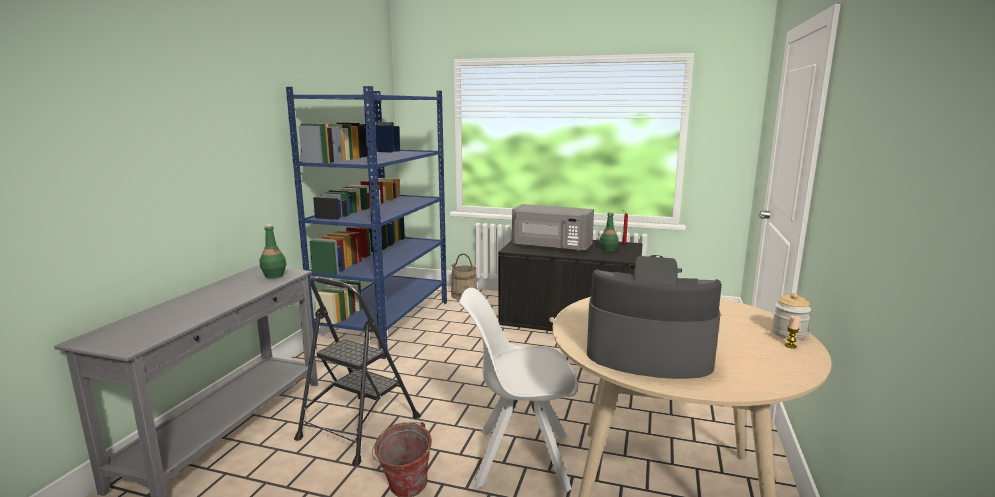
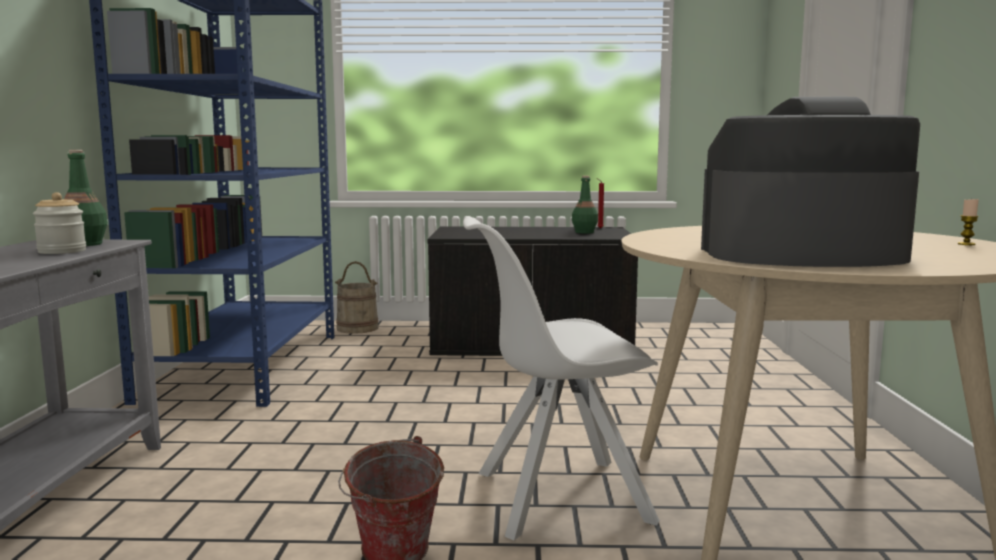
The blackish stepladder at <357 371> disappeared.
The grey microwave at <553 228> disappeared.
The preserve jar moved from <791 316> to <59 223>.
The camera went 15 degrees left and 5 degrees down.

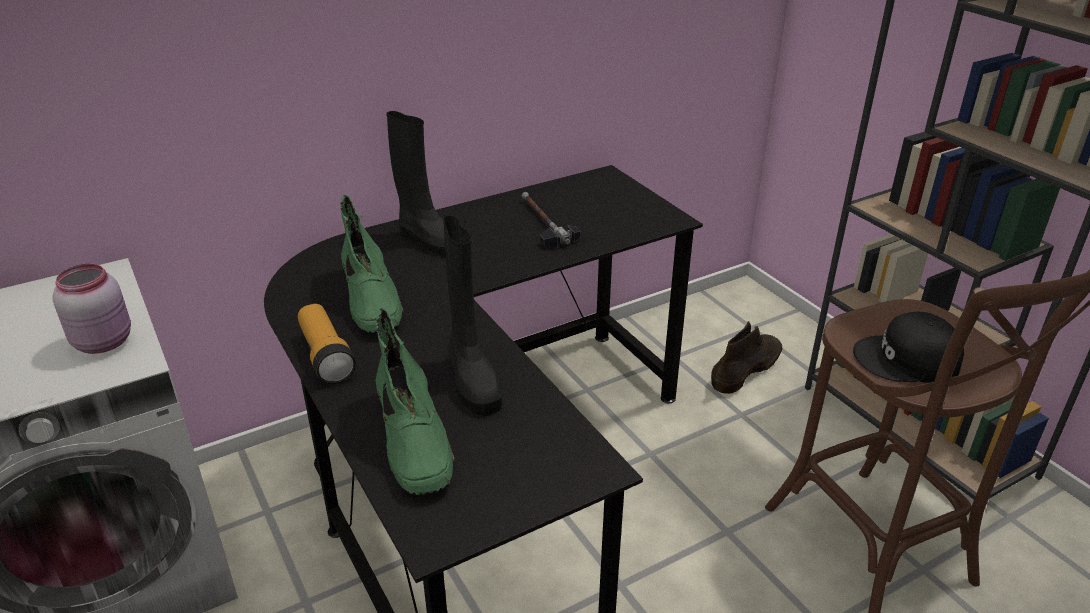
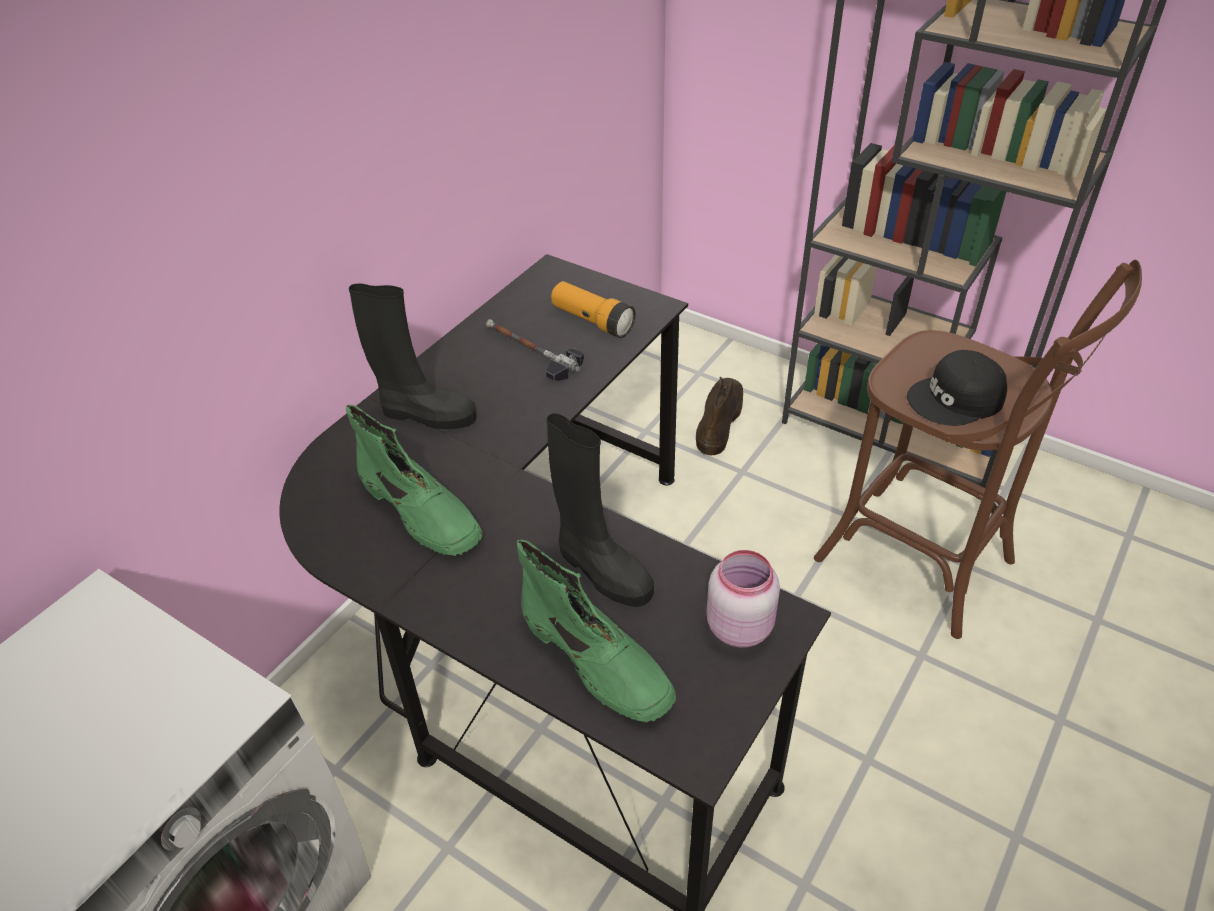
The pink-coloured preserve jar moved from <91 309> to <743 599>.
The flashlight moved from <327 344> to <593 309>.
The camera went 25 degrees left and 10 degrees up.

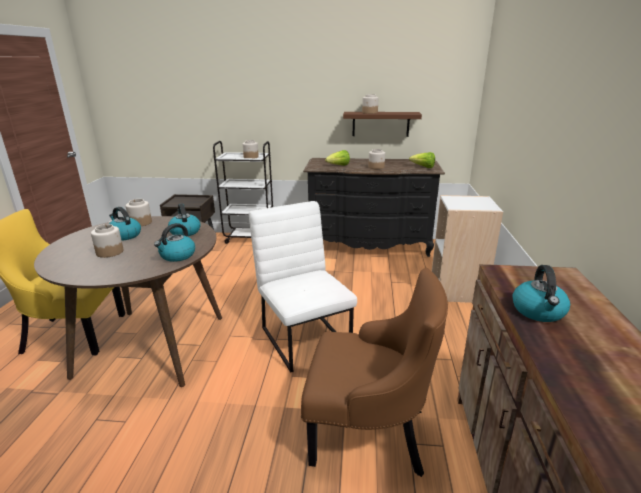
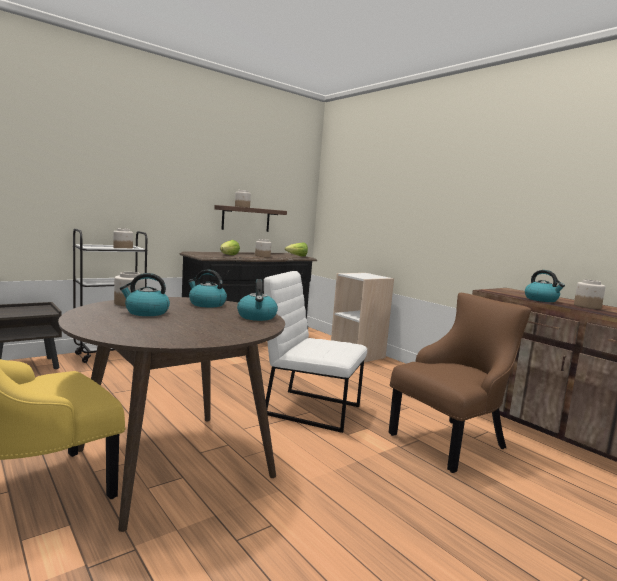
The preserve jar moved from <107 241> to <590 294>.
The camera went 45 degrees left and 15 degrees down.

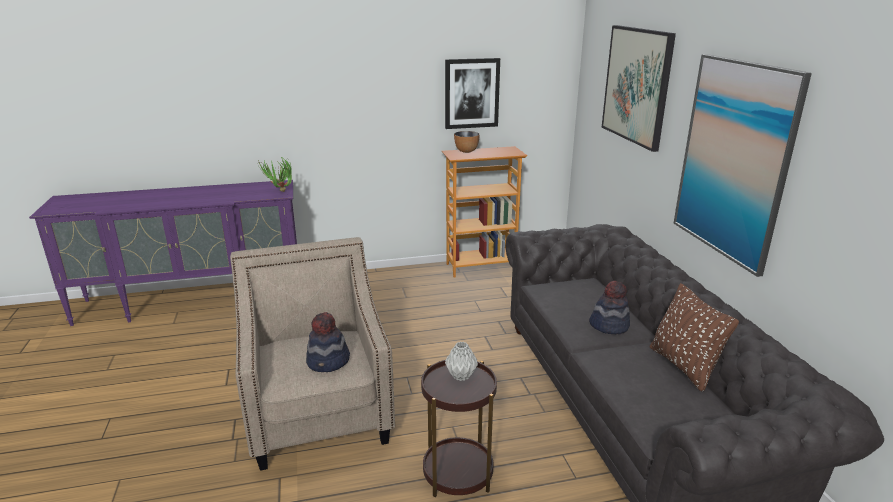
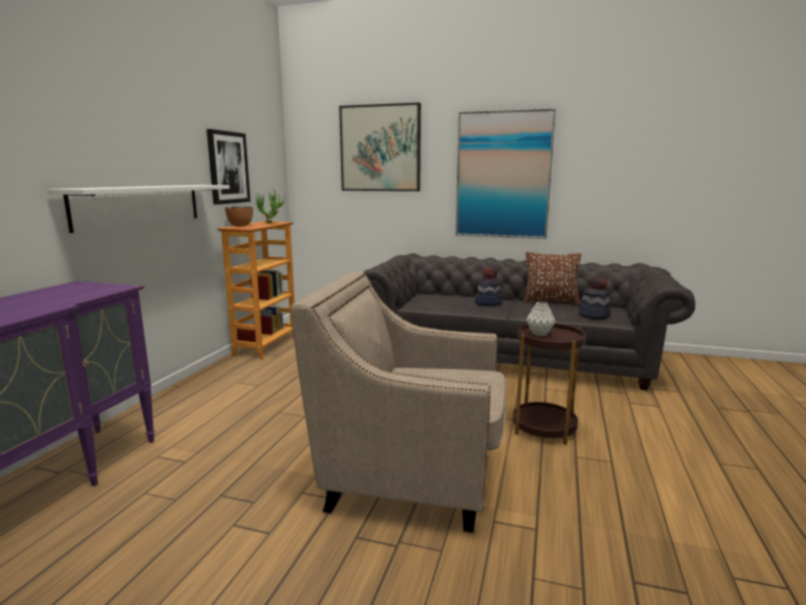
The potted plant moved from <275 175> to <270 205>.
The hat moved from <328 342> to <595 297>.
The white-coloured wall shelf at <138 209> appeared.
The camera went 60 degrees left and 10 degrees down.

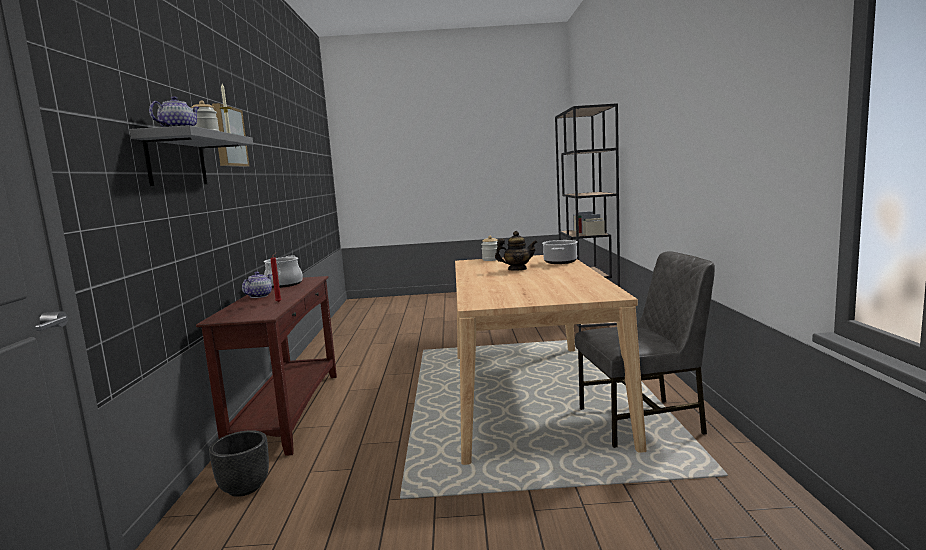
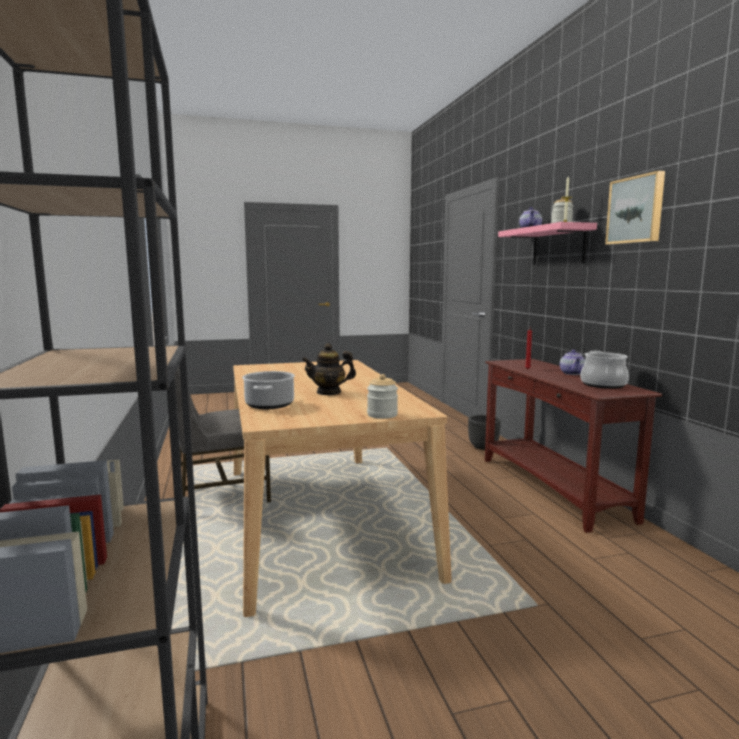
The grey wall shelf at <191 155> became the pink-coloured wall shelf at <547 243>.
The camera went 165 degrees right and 0 degrees up.

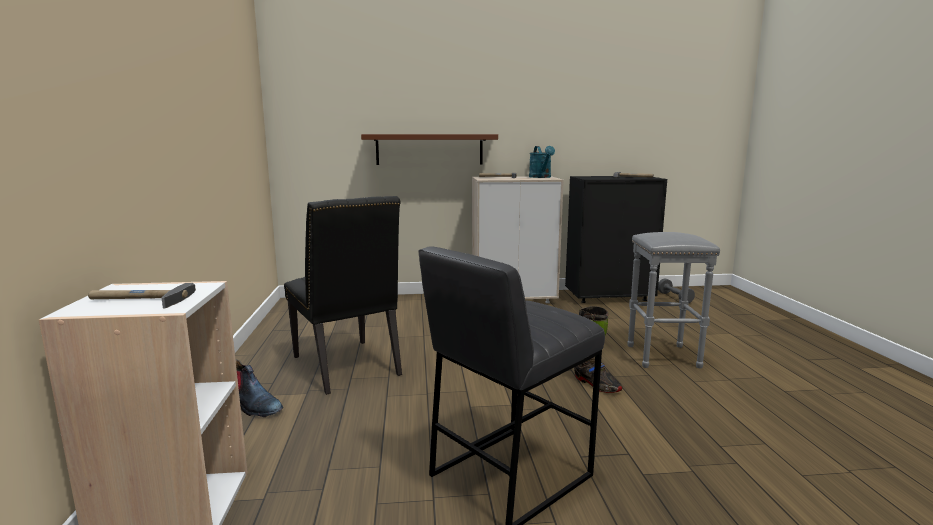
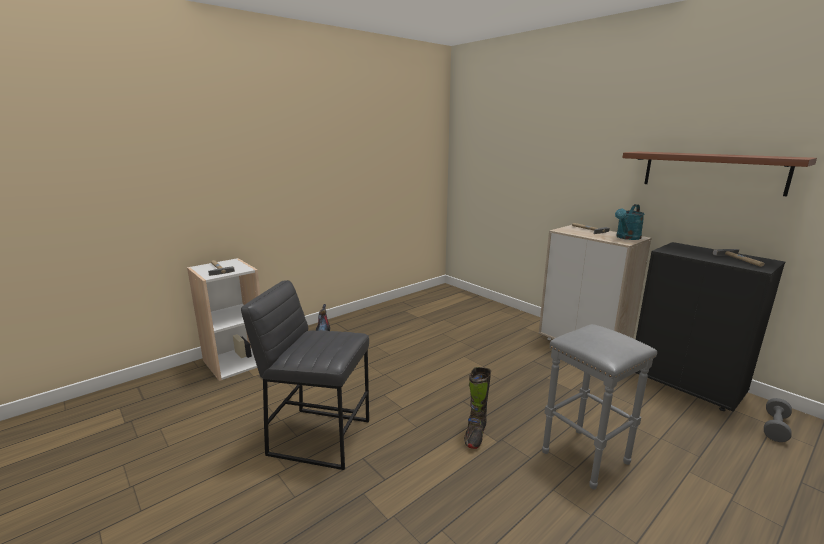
The blackish upright chair at <343 295> disappeared.
The brown-coloured wall shelf moved from <429 149> to <719 173>.
The camera went 55 degrees right and 5 degrees up.

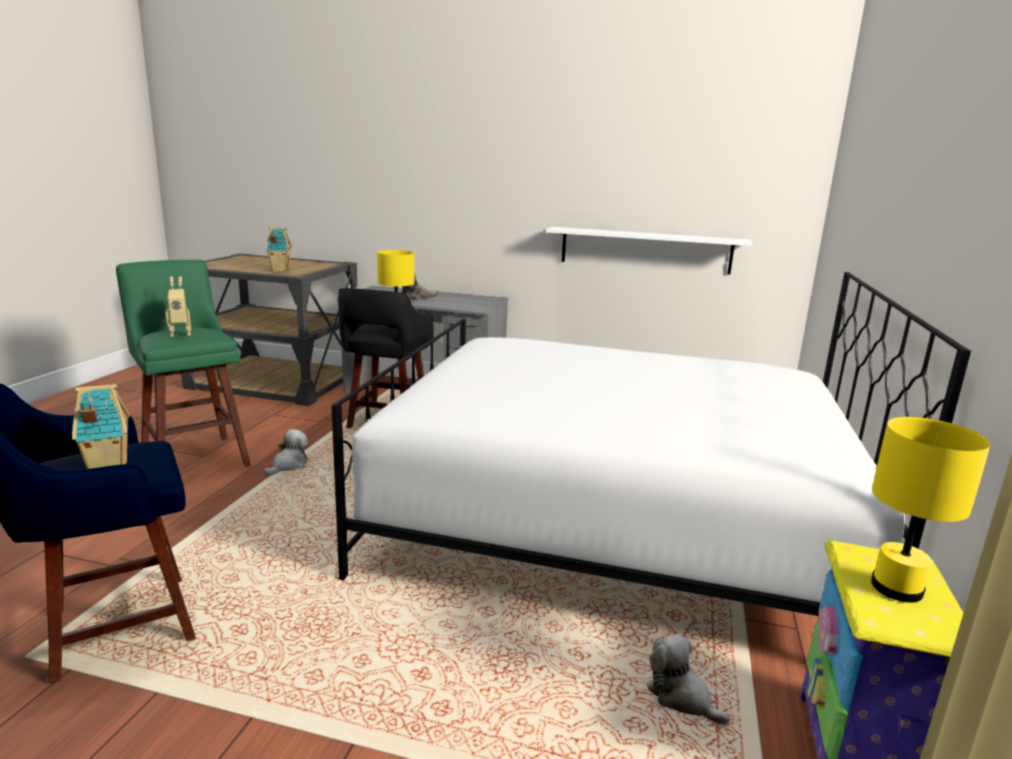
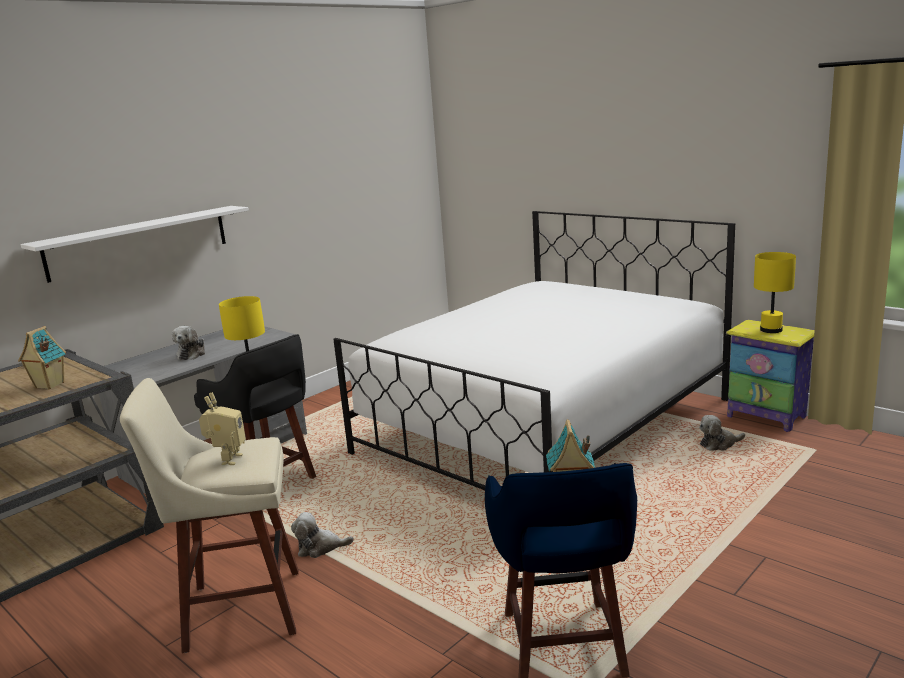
The greenish sitting stool at <183 363> became the beige-coloured sitting stool at <209 515>.
The soft toy at <286 452> turned 60 degrees counterclockwise.
The white-coloured wall shelf moved from <649 250> to <135 244>.
The camera went 60 degrees left and 0 degrees up.

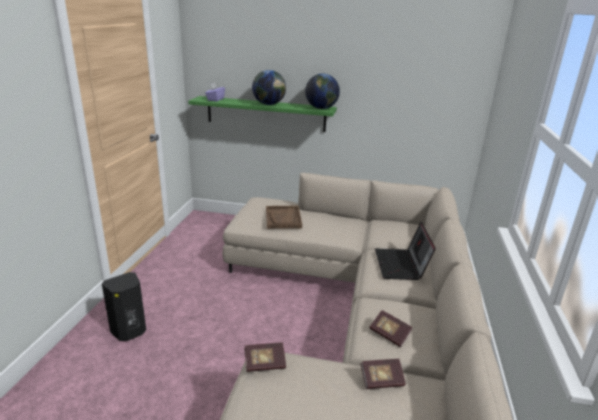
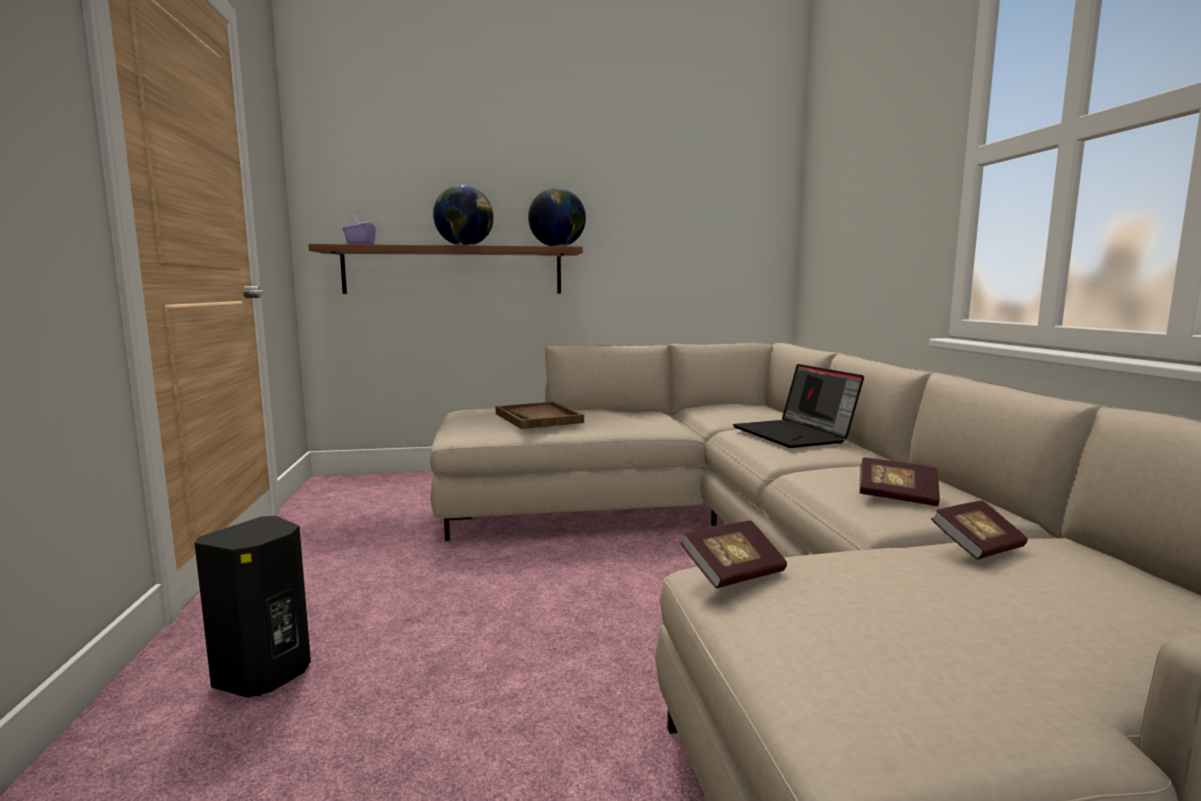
The greenish wall shelf at <262 114> became the brown-coloured wall shelf at <445 269>.
The camera went 20 degrees left and 15 degrees down.

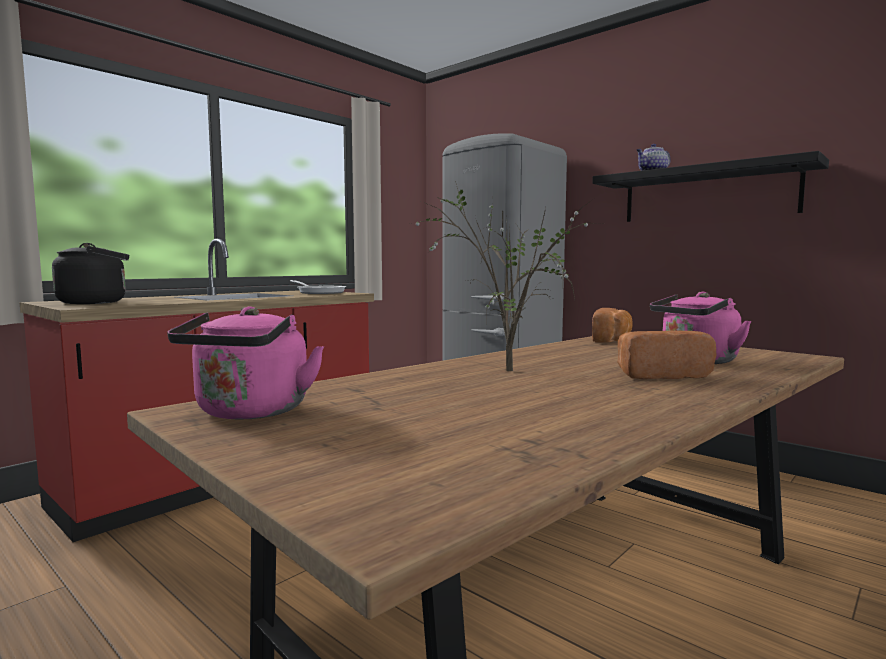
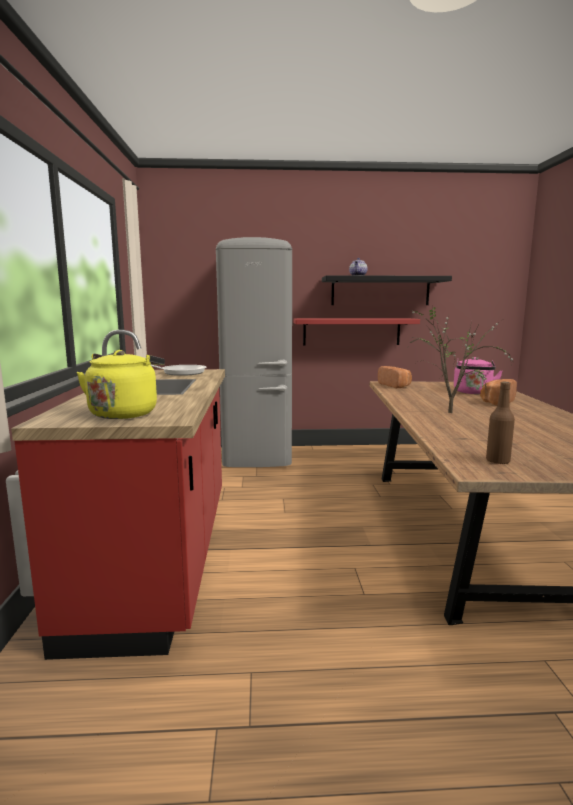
The blackish water kettle at <90 273> became the yellow water kettle at <121 384>.
The pink-coloured water kettle at <245 363> was replaced by the brown-coloured beverage bottle at <500 423>.
The red-coloured wall shelf at <356 331> appeared.
The camera went 45 degrees left and 5 degrees up.

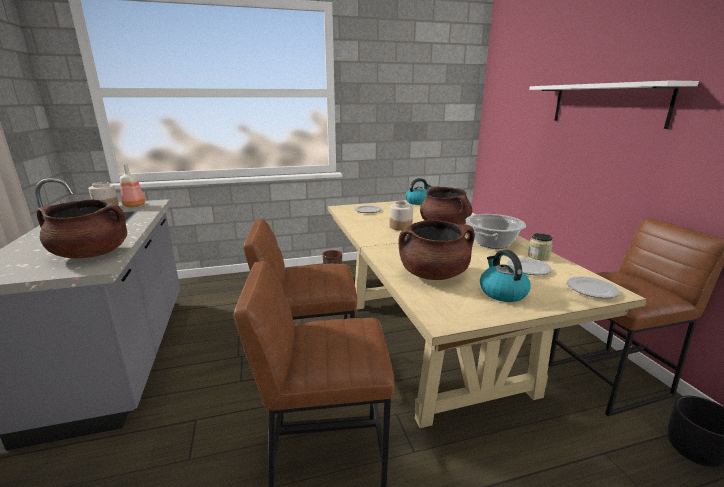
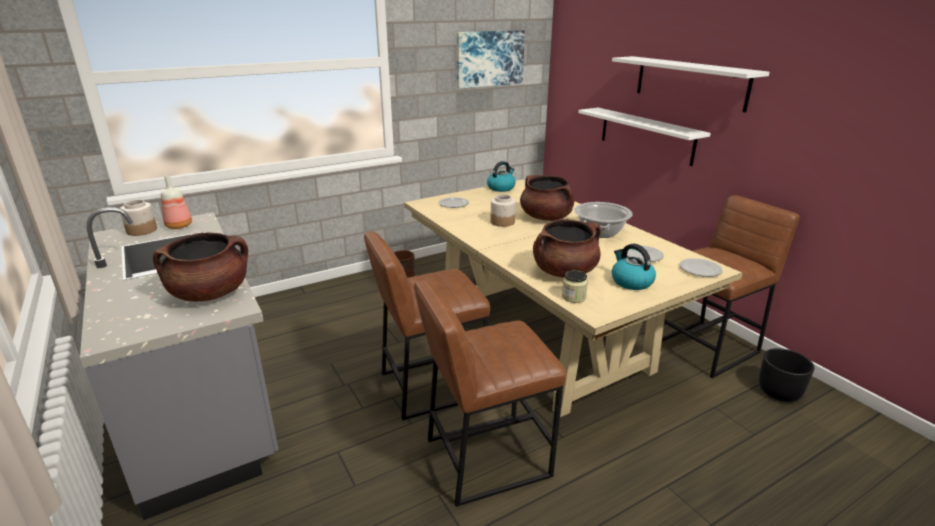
The preserve jar moved from <540 246> to <575 286>.
The picture at <490 59> appeared.
The white-coloured wall shelf at <644 137> appeared.
The camera went 15 degrees left and 5 degrees up.

